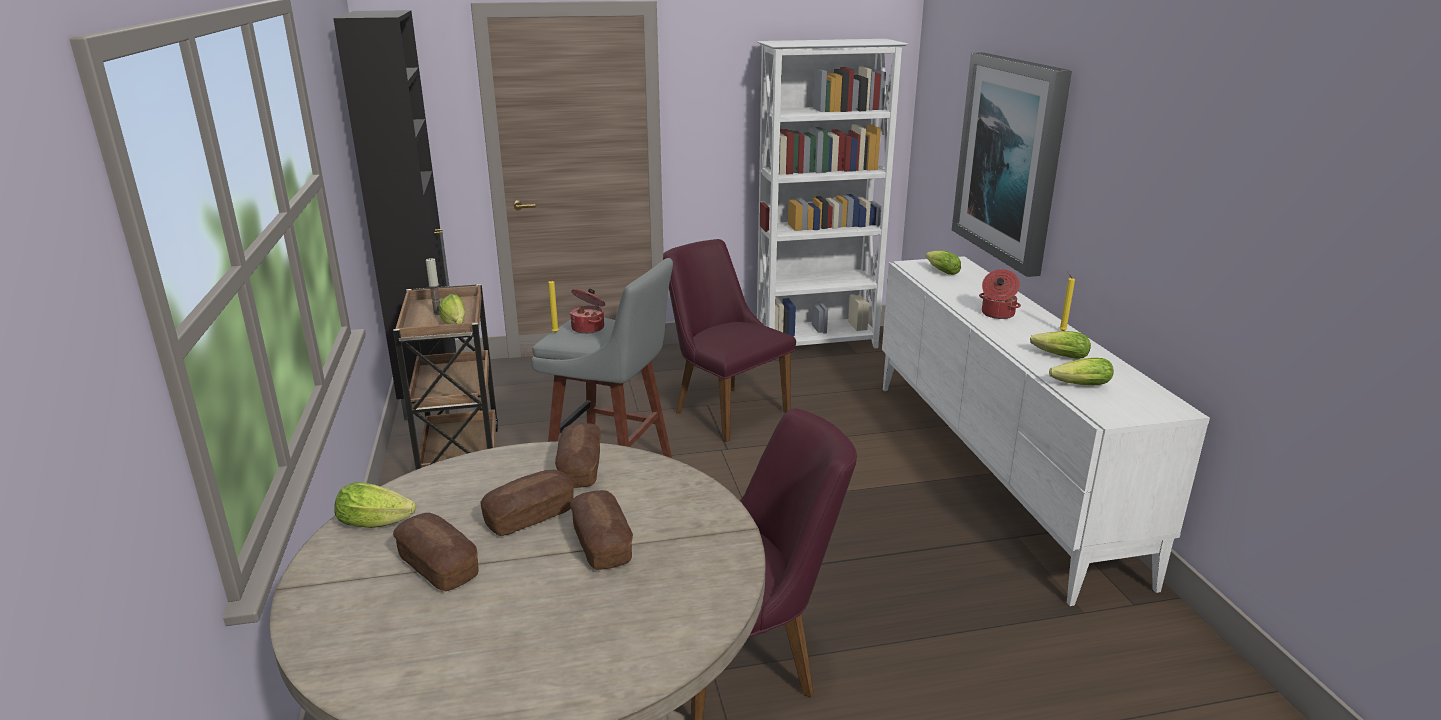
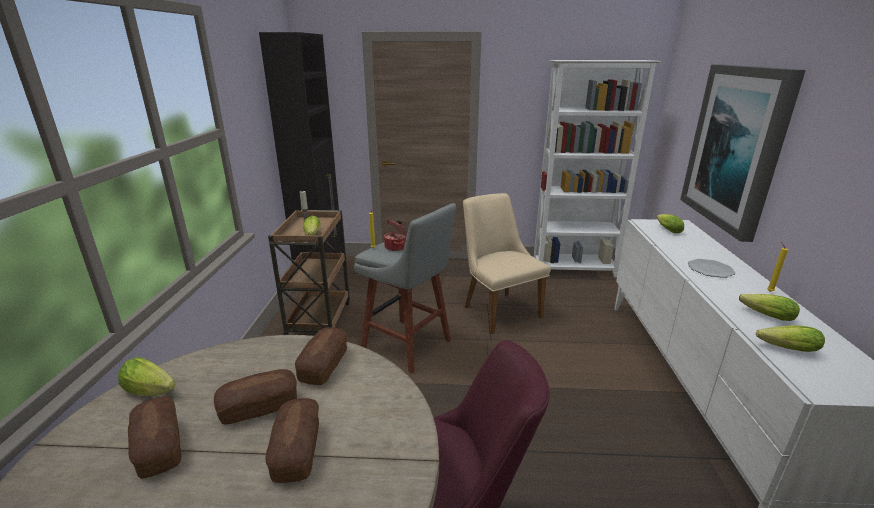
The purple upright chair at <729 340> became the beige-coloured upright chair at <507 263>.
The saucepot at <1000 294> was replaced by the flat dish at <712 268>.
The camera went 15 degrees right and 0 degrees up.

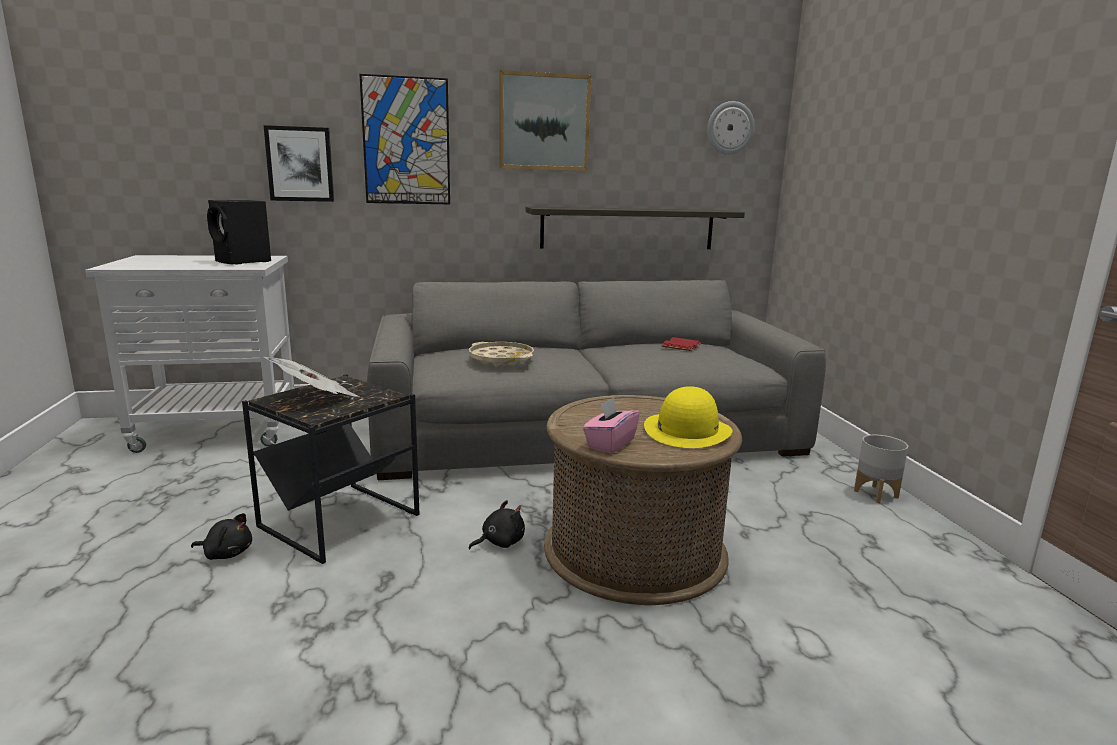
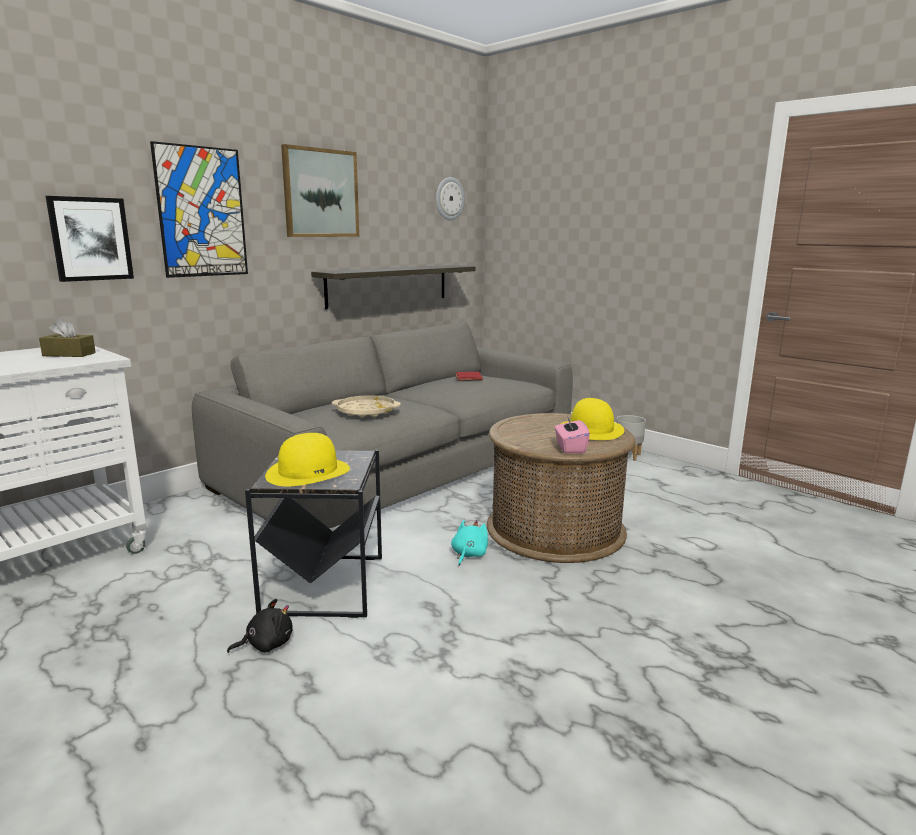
The blackish loudspeaker at <239 232> was replaced by the brown-coloured box of tissues at <67 338>.
The printed paper at <312 377> was replaced by the yellow hat at <307 459>.
The blackish soft toy at <497 524> became the blue-green soft toy at <469 543>.
The camera went 35 degrees left and 0 degrees up.

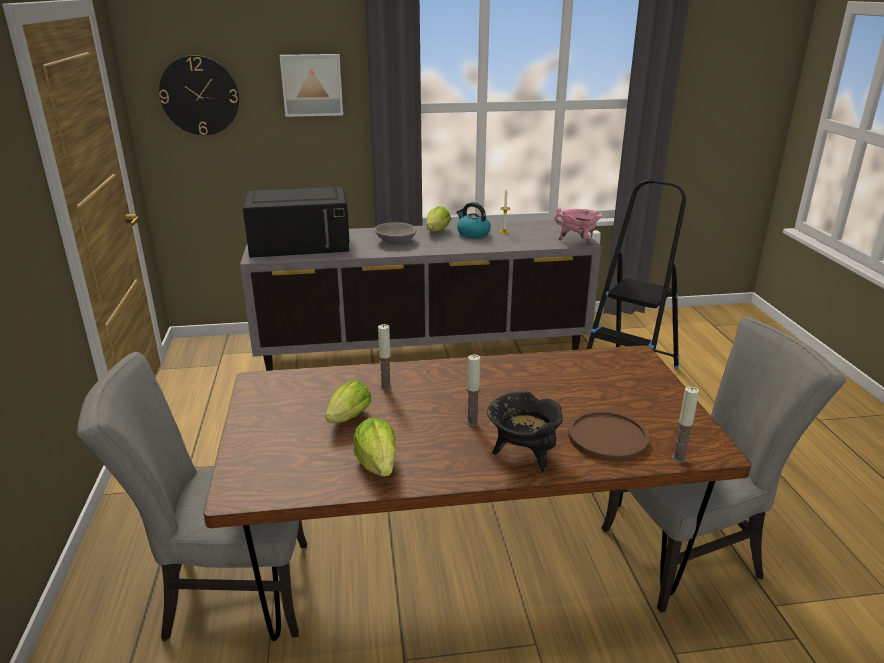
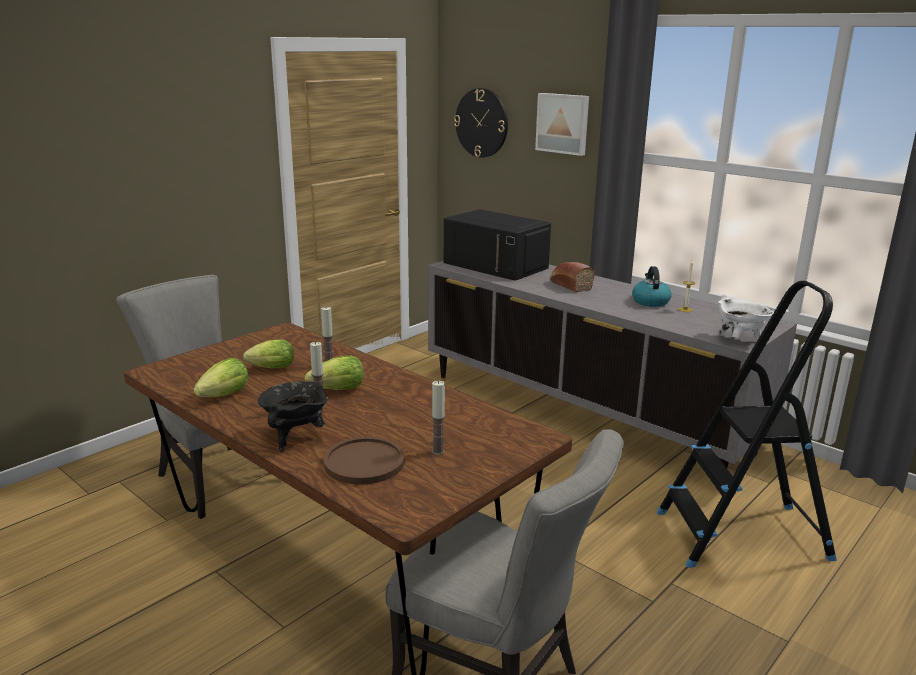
The grey deep dish at <395 233> was replaced by the baked bread at <572 277>.
The lettuce moved from <438 218> to <334 373>.
The pink-coloured saucepot at <578 224> became the white-coloured saucepot at <746 316>.
The candle moved from <685 424> to <438 418>.
The camera went 50 degrees right and 5 degrees down.

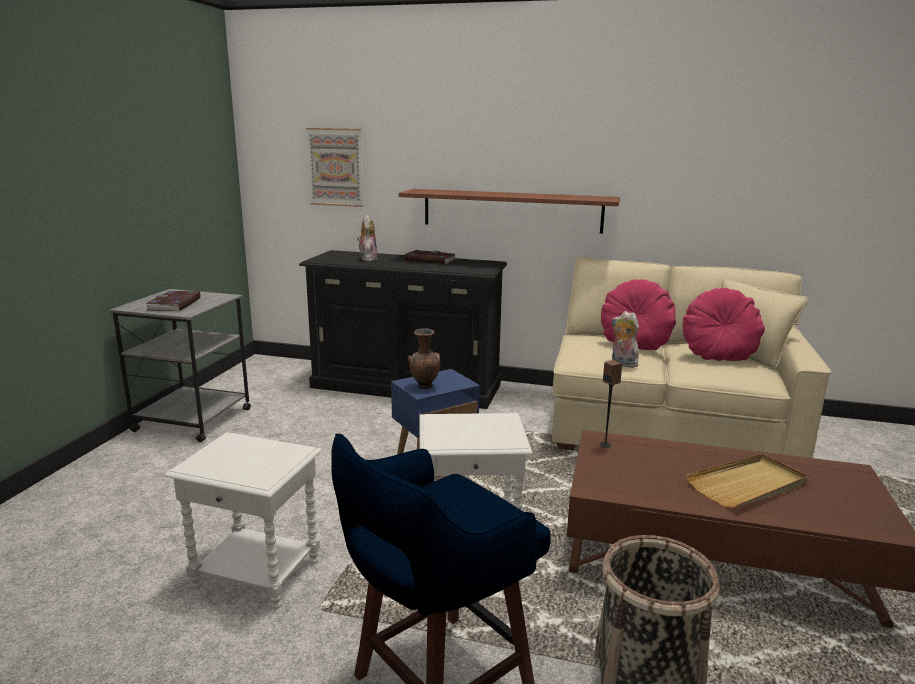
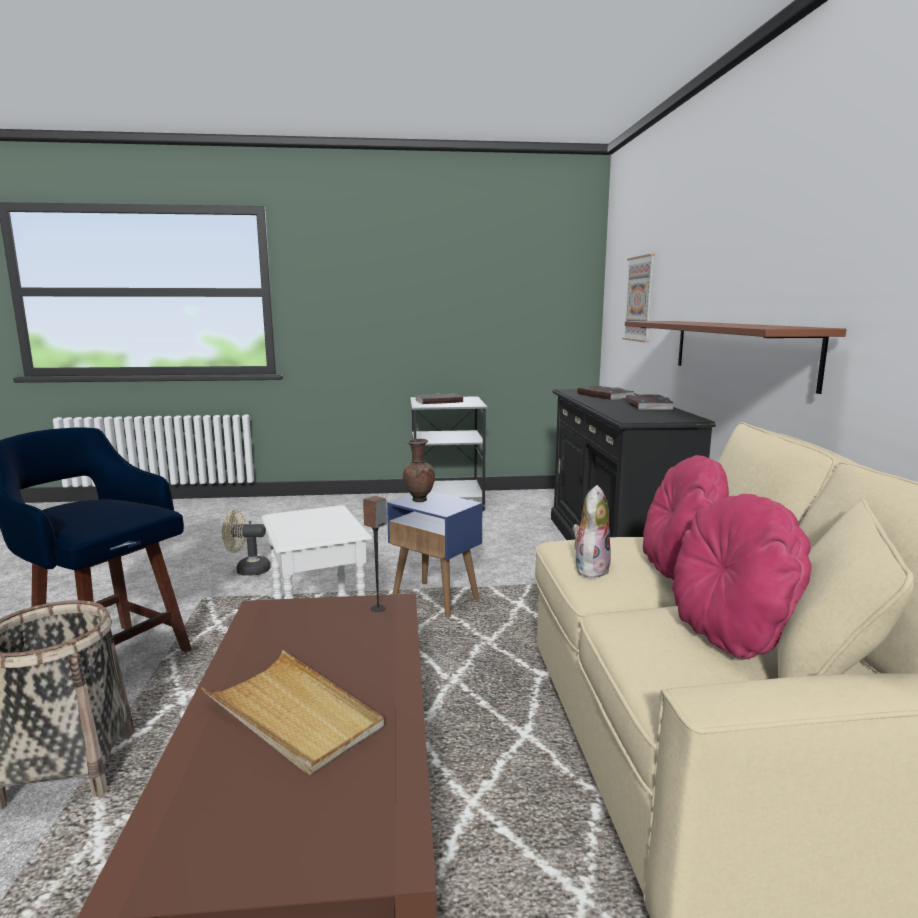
The white-coloured end table at <243 520> was replaced by the beige-coloured electric fan at <246 543>.
The soft toy at <367 238> was replaced by the book at <606 393>.
The camera went 70 degrees right and 5 degrees down.

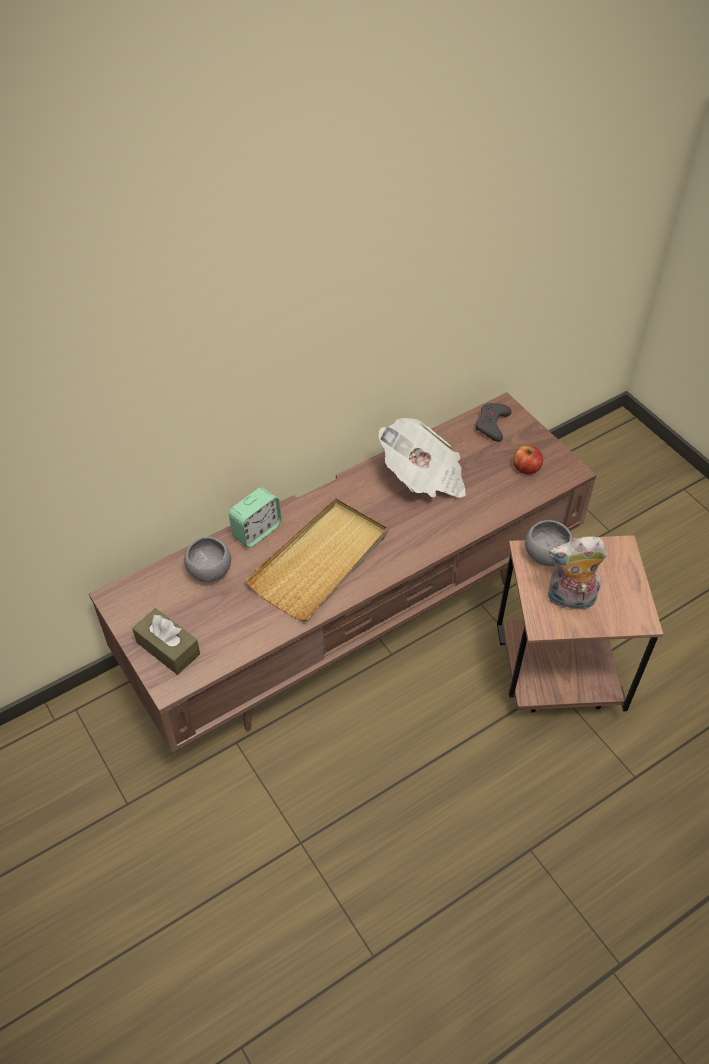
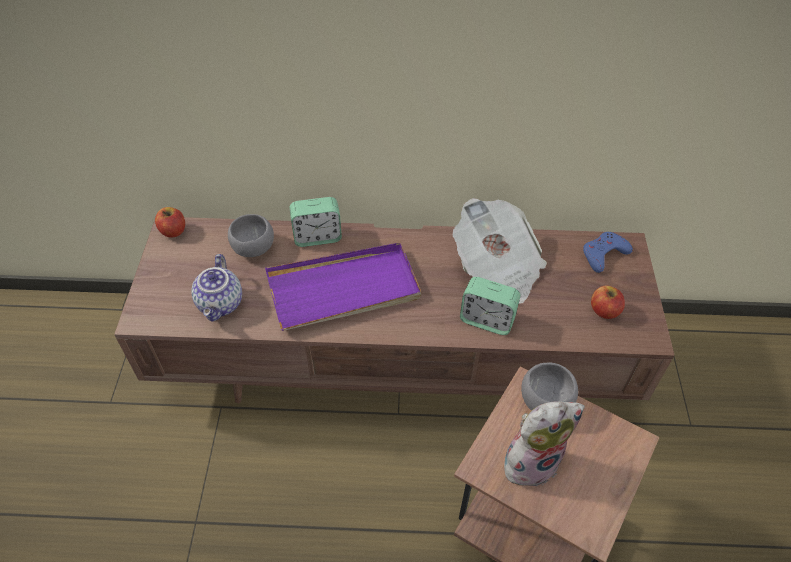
The brown-coloured box of tissues at <166 641> disappeared.
The beige-coloured tray at <316 559> became the purple tray at <343 287>.
The grey game controller at <494 422> became the blue-coloured game controller at <608 252>.
The soft toy at <577 573> turned 120 degrees clockwise.
The apple fruit at <170 222> appeared.
The tea pot at <216 288> appeared.
The bedside clock at <490 306> appeared.
The camera went 35 degrees right and 0 degrees up.

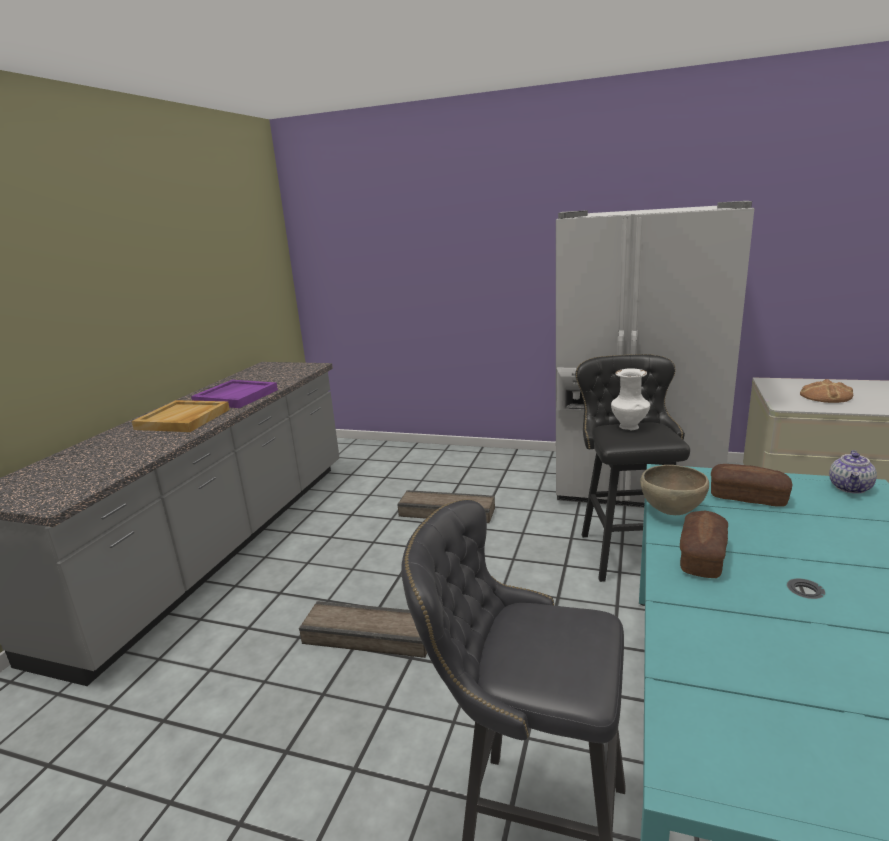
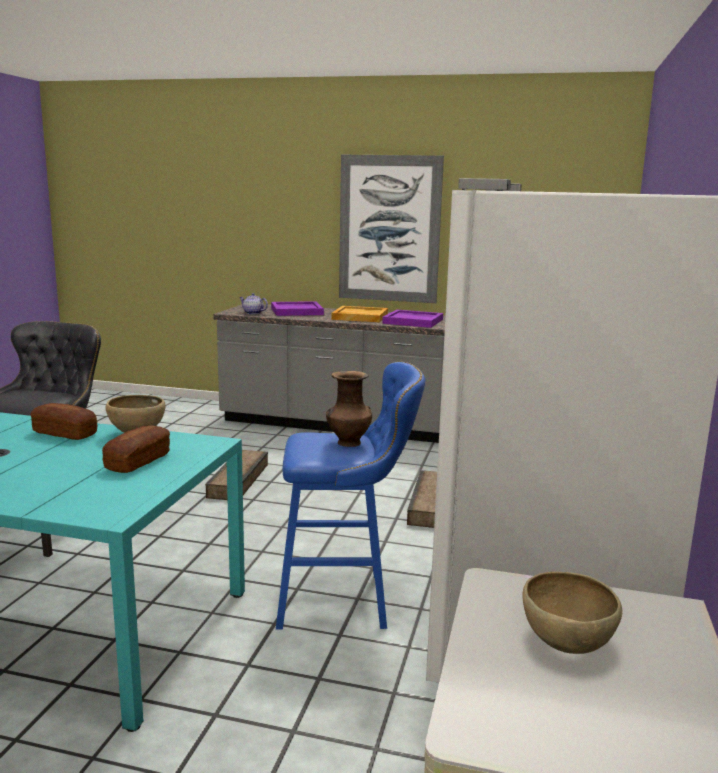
The blackish sitting stool at <632 468> became the blue-coloured sitting stool at <350 496>.
The white-coloured decorative vase at <630 399> became the brown-coloured decorative vase at <349 409>.
The baked bread at <826 391> was replaced by the brown-coloured deep dish at <572 612>.
The tea pot moved from <853 472> to <253 303>.
The purple tray at <297 308> appeared.
The picture at <391 229> appeared.
The camera went 85 degrees right and 5 degrees down.

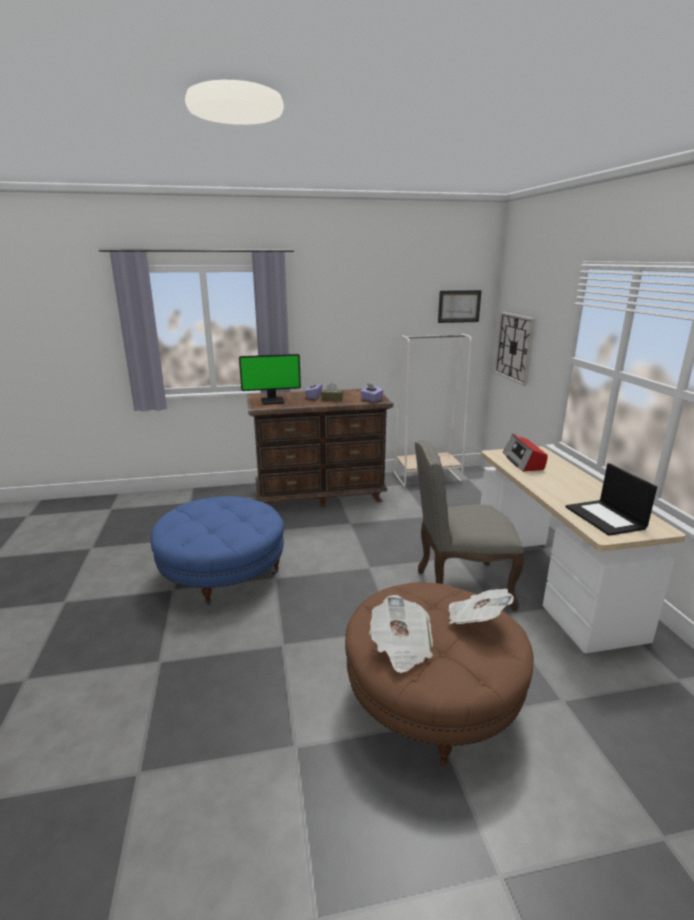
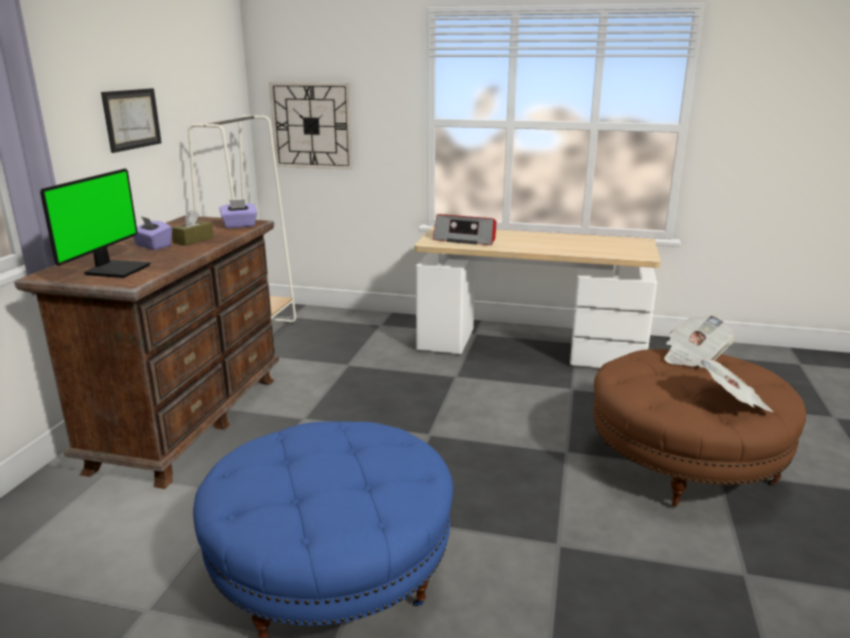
The grey upright chair at <469 525> disappeared.
The picture moved from <460 306> to <131 120>.
The laptop at <611 499> disappeared.
The camera went 65 degrees left and 0 degrees up.

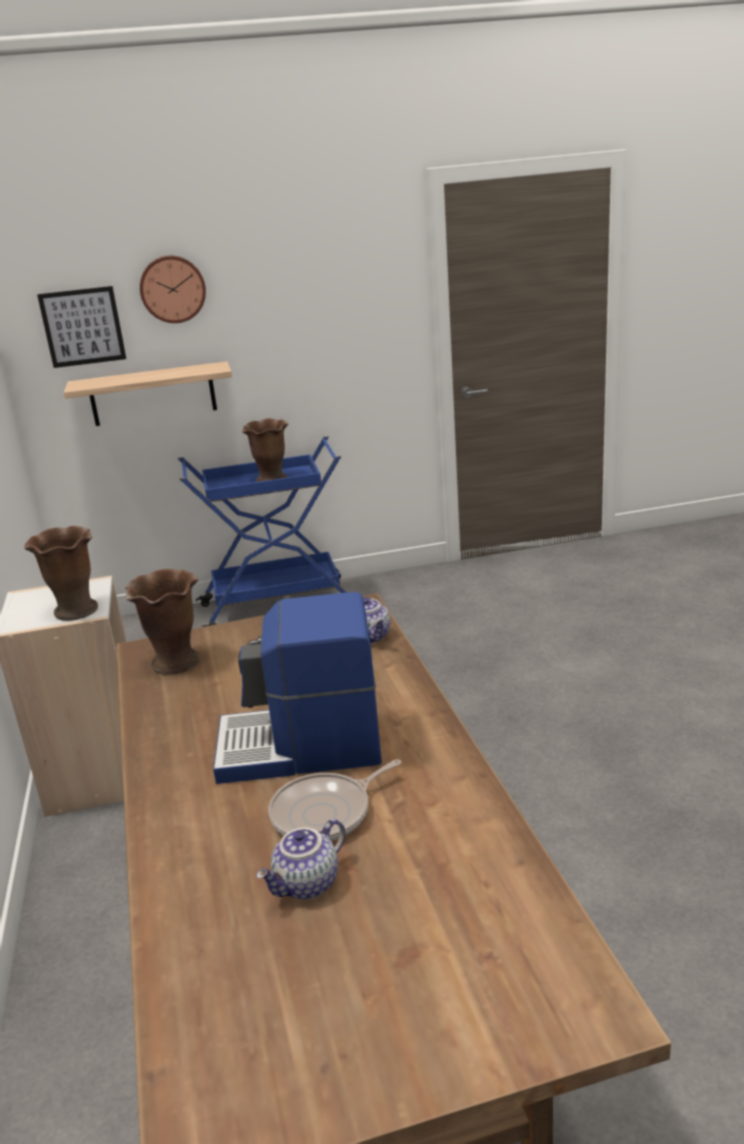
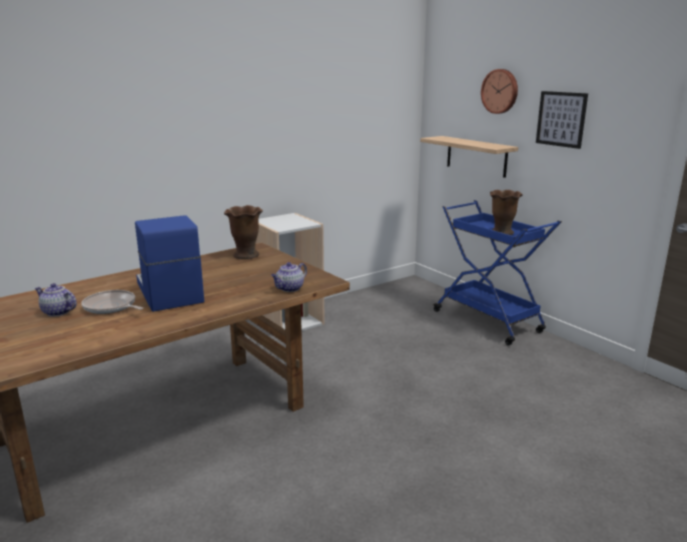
The brown-coloured decorative vase at <61 573> disappeared.
The picture moved from <81 327> to <562 120>.
The camera went 65 degrees right and 5 degrees down.

